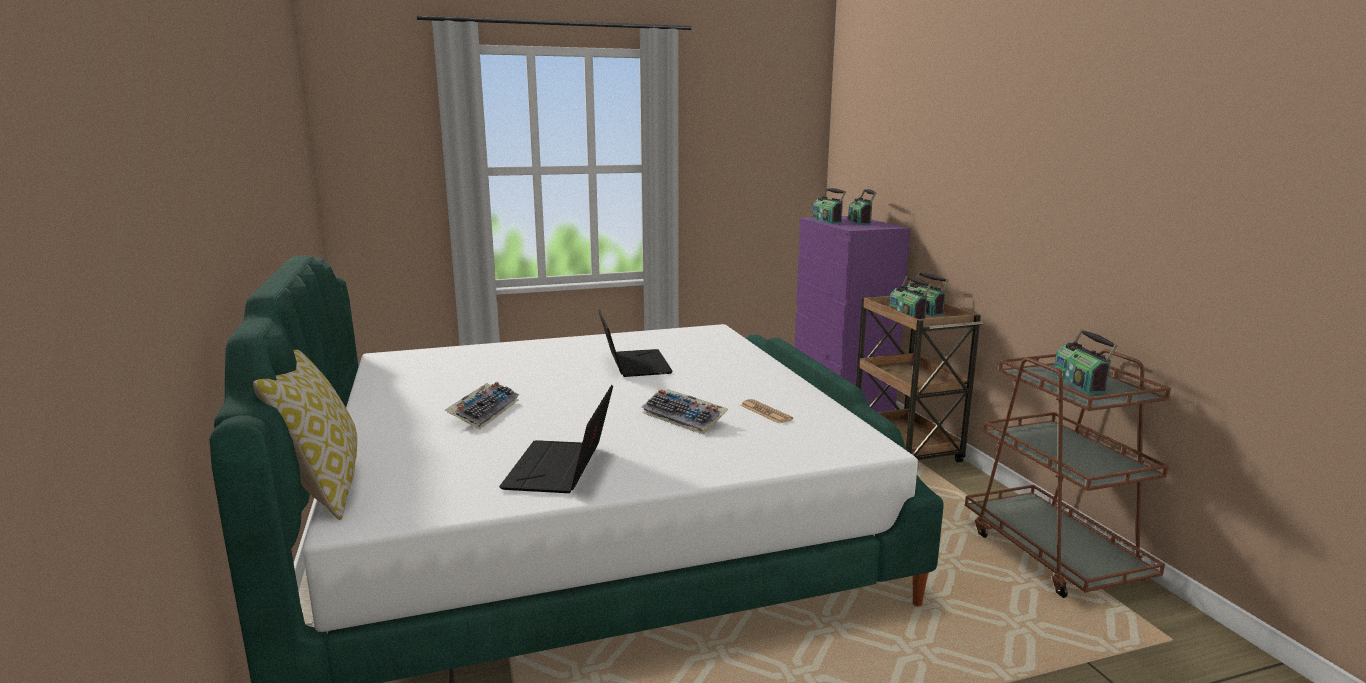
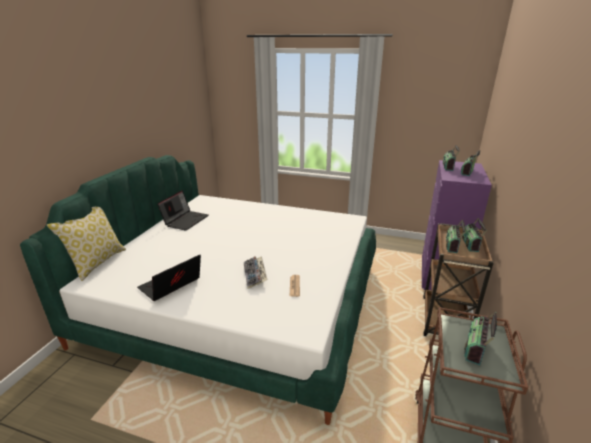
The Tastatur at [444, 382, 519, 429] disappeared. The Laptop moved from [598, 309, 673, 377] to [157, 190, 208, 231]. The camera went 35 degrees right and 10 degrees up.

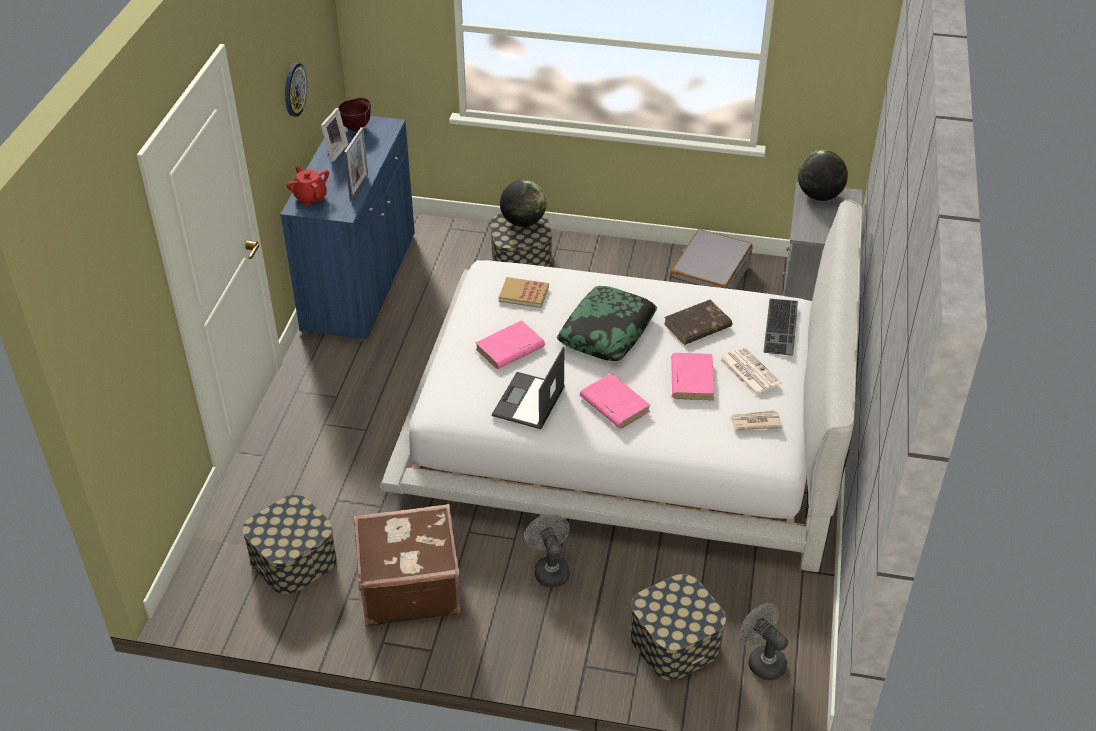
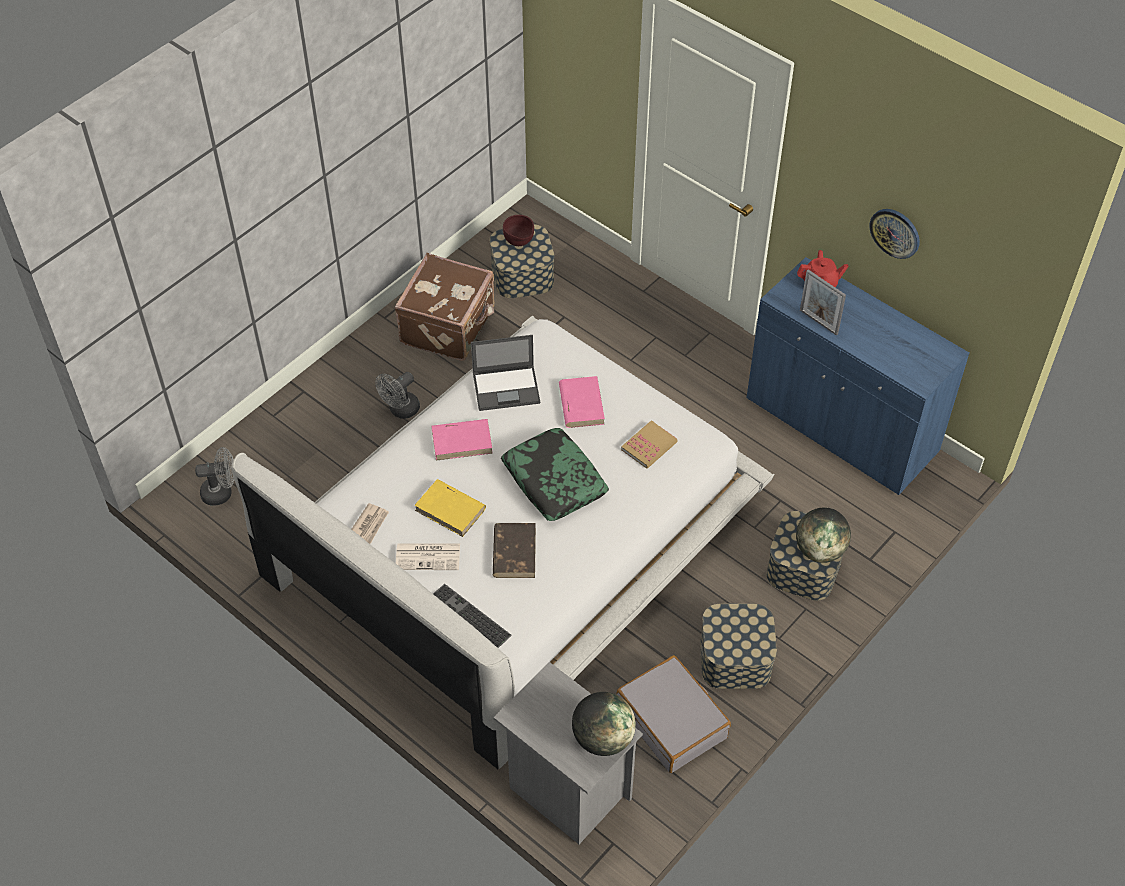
The Bilderrahmen at [321, 108, 348, 162] disappeared. The Schüssel/braun moved from [338, 97, 371, 131] to [503, 215, 534, 246]. The Aufbewahrungsbox moved from [630, 574, 726, 681] to [700, 604, 777, 689]. The Buch/rosa at [671, 353, 714, 401] became the Buch/gelb at [414, 479, 486, 537]. The Laptop at [492, 346, 565, 429] turned 120 degrees clockwise. The Ventilator/grau at [524, 514, 570, 588] turned 120 degrees clockwise. The camera went 120 degrees right and 10 degrees up.

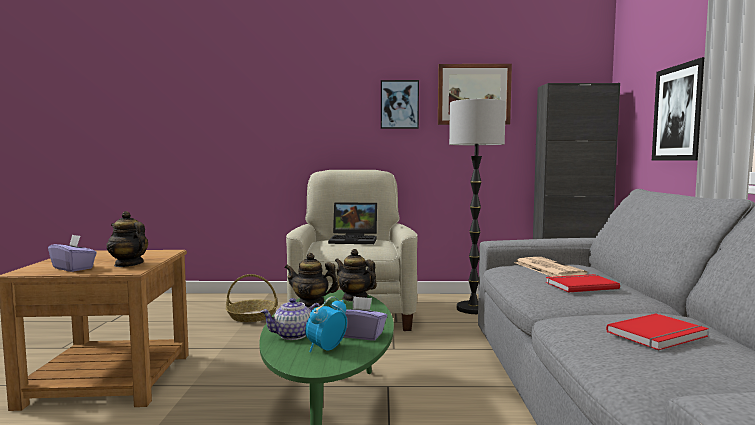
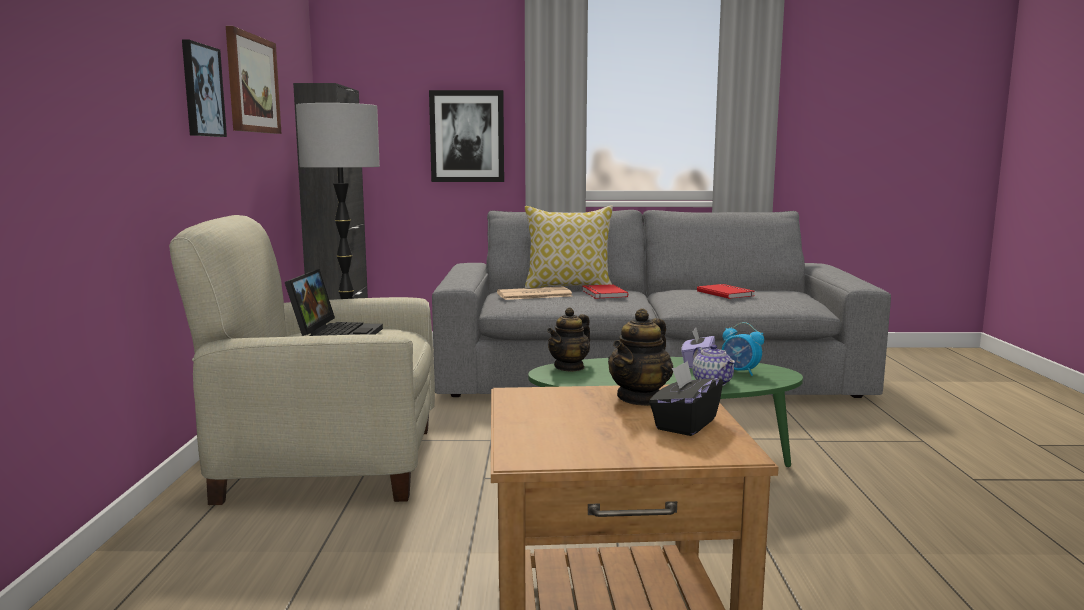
The Korb at [226, 274, 278, 322] disappeared. The Teekanne at [284, 253, 339, 308] disappeared. The Kissen at [525, 205, 613, 288] appeared. The Taschentuchbox/lila at [48, 234, 97, 272] became the Taschentuchbox/schwarz at [649, 361, 723, 436]. The camera went 90 degrees left and 5 degrees up.

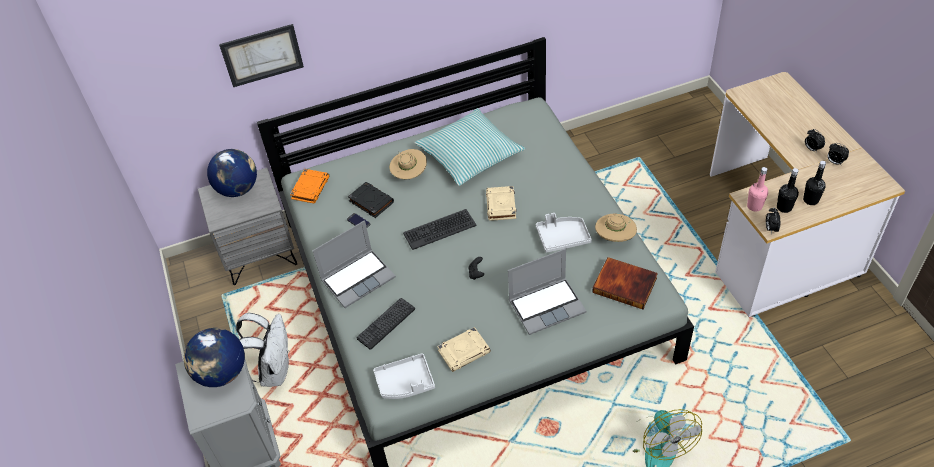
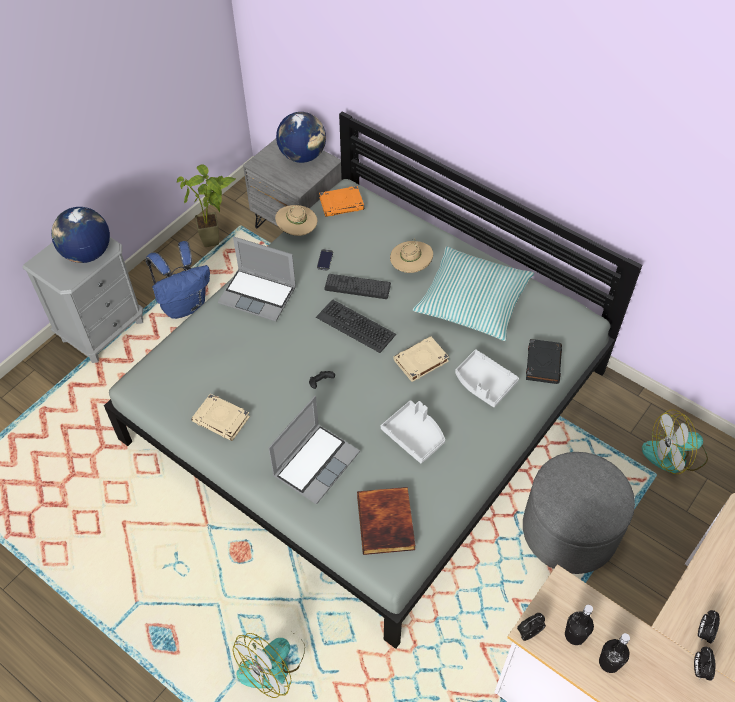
The Bild at [219, 24, 304, 87] disappeared. The Flasche/rosa at [747, 167, 768, 212] disappeared. The Topfpflanze at [177, 164, 236, 247] appeared. The Polsterhocker/grau at [523, 452, 635, 574] appeared. The Ventilator at [641, 410, 708, 474] appeared. The Buch/schwarz moved from [348, 182, 394, 218] to [526, 339, 562, 384]. The Tastatur moved from [357, 298, 415, 350] to [324, 274, 391, 299]. The Tablett/grau moved from [373, 353, 435, 399] to [455, 349, 519, 407]. The Hut/beige moved from [595, 214, 637, 242] to [275, 205, 317, 236]. The Rucksack/weiß at [236, 313, 289, 387] became the Rucksack/blau at [145, 241, 210, 319]. The Laptop at [508, 248, 586, 335] turned 90 degrees counterclockwise. The camera went 55 degrees right and 5 degrees up.

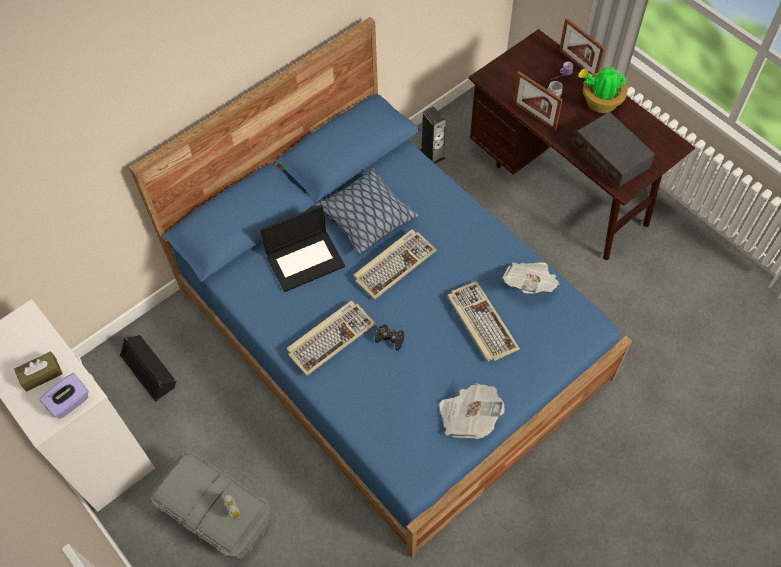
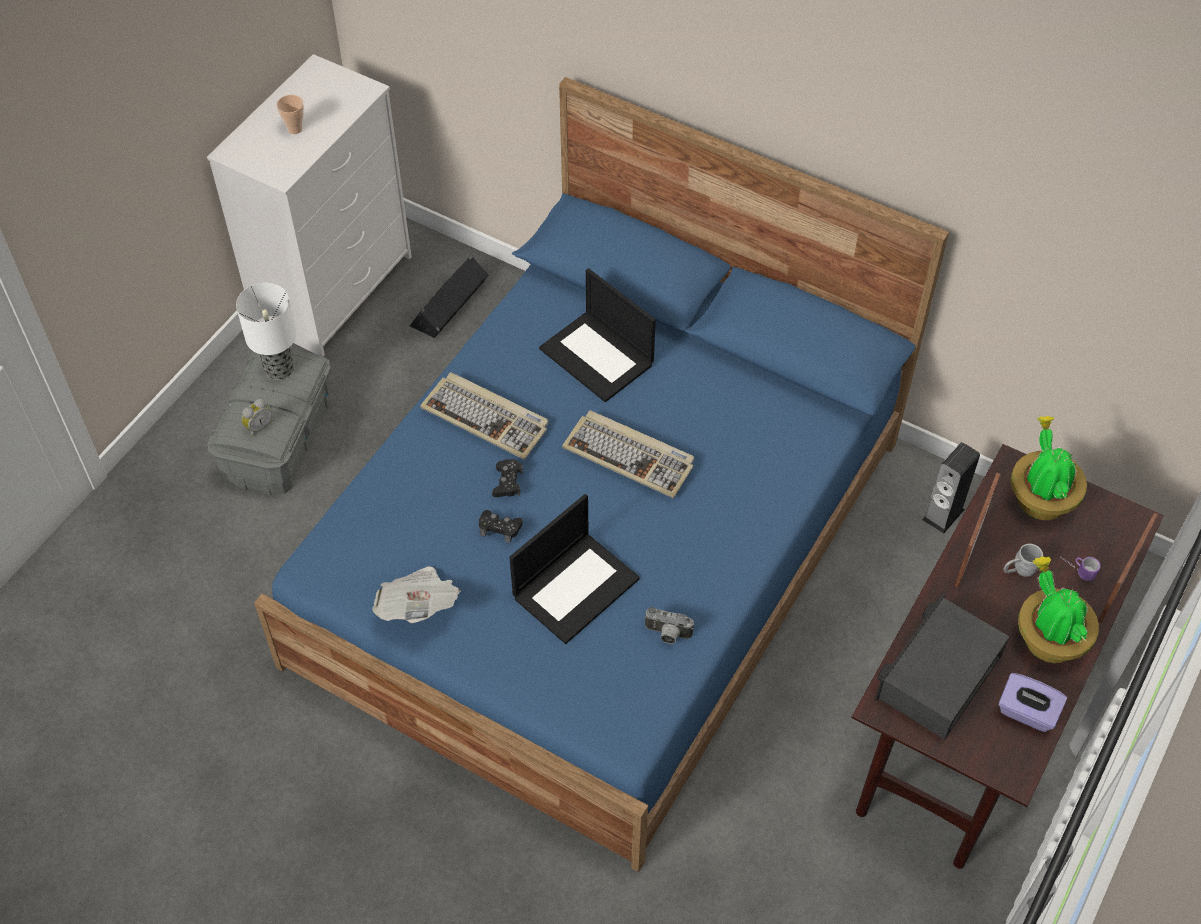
The Kissen at [314, 168, 419, 255] disappeared. The Tischlampe at [236, 283, 297, 380] appeared. The Gamepad/schwarz at [479, 510, 523, 543] appeared. The Topfpflanze at [1011, 416, 1087, 520] appeared. The Taschentuchbox/lila moved from [40, 373, 89, 418] to [999, 673, 1067, 732]. The Taschentuchbox/braun at [14, 351, 63, 392] was replaced by the Tasse at [277, 95, 304, 134]. The Tastatur at [447, 281, 520, 362] was replaced by the Laptop at [509, 494, 640, 644]. The Zeitung at [503, 262, 560, 294] was replaced by the Kamera at [644, 607, 694, 644]. The camera went 70 degrees right and 5 degrees down.

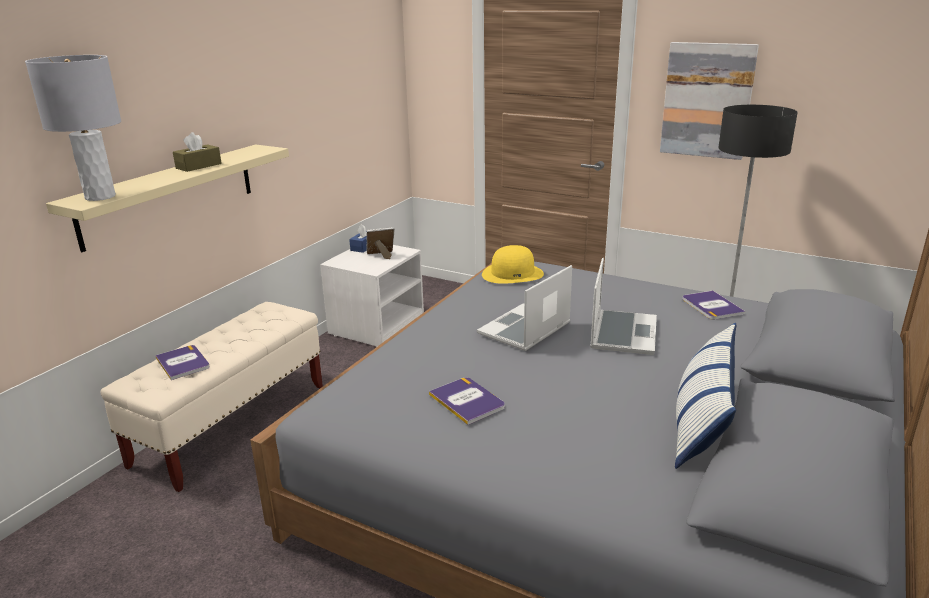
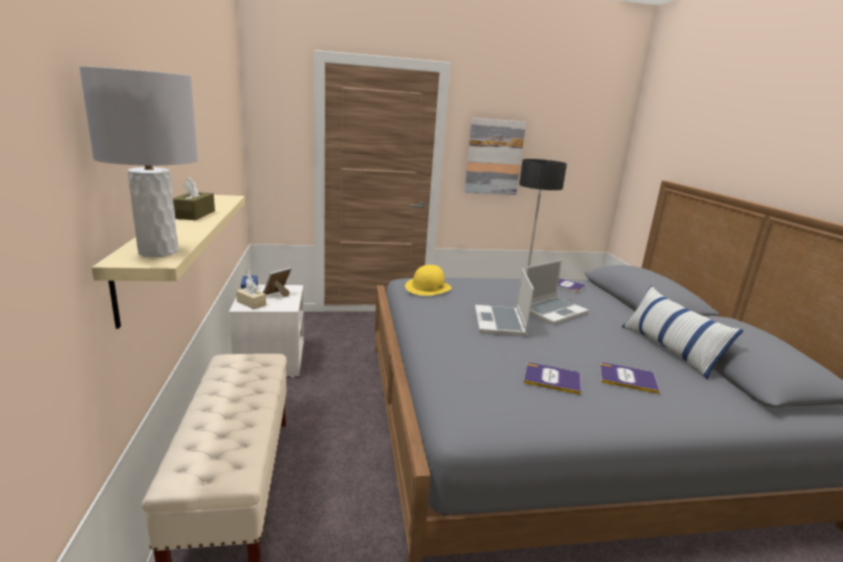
The Taschentuchbox/beige at [236, 281, 266, 309] appeared. The Buch moved from [155, 345, 210, 380] to [600, 363, 660, 394]. The Laptop at [590, 258, 657, 355] turned 75 degrees clockwise. The camera went 40 degrees left and 5 degrees down.

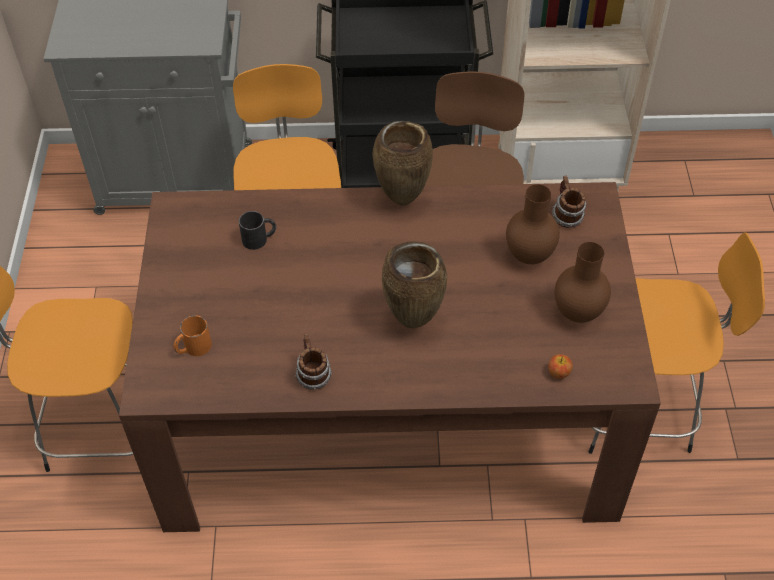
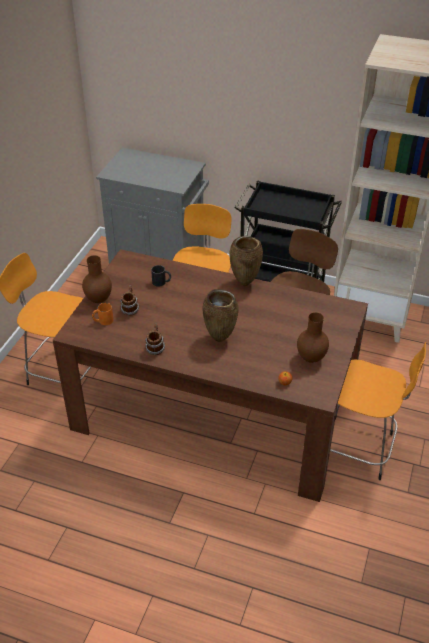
The Vase/braun moved from [506, 184, 560, 264] to [82, 255, 112, 303]. The Henkelbecher moved from [552, 176, 587, 228] to [120, 285, 139, 316]. The camera went 20 degrees right and 10 degrees down.

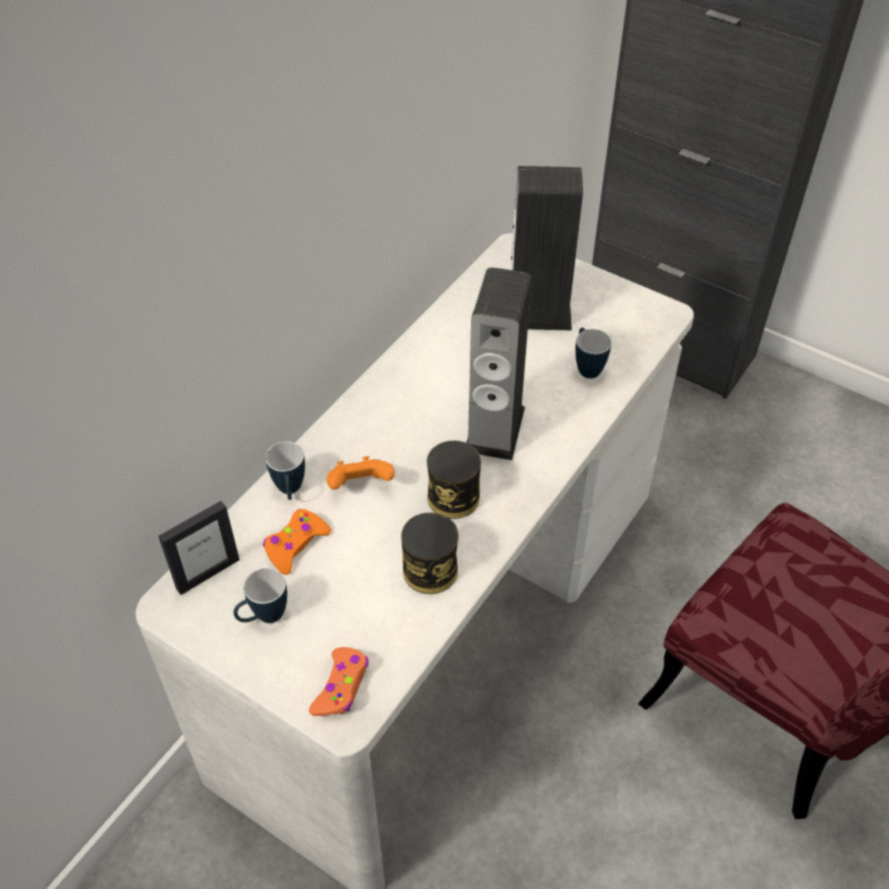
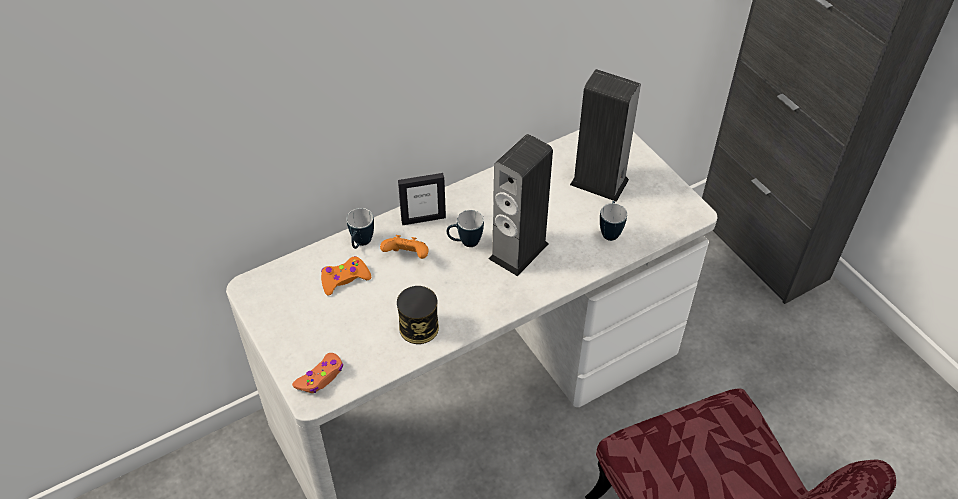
The Dose at [427, 441, 481, 519] disappeared. The Bilderrahmen moved from [158, 501, 240, 595] to [398, 173, 446, 225]. The Henkelbecher moved from [234, 568, 287, 623] to [447, 210, 484, 247]. The camera went 25 degrees right and 0 degrees up.

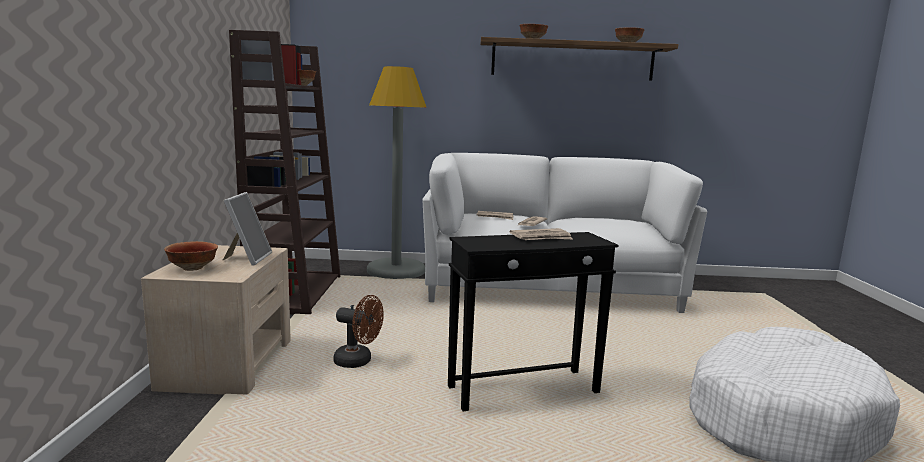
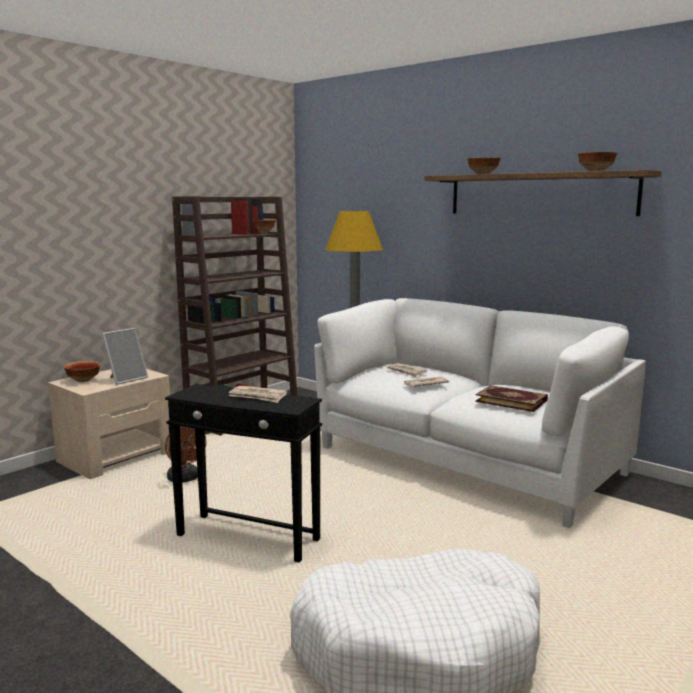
The Buch at [475, 385, 548, 412] appeared. The camera went 40 degrees right and 0 degrees up.

